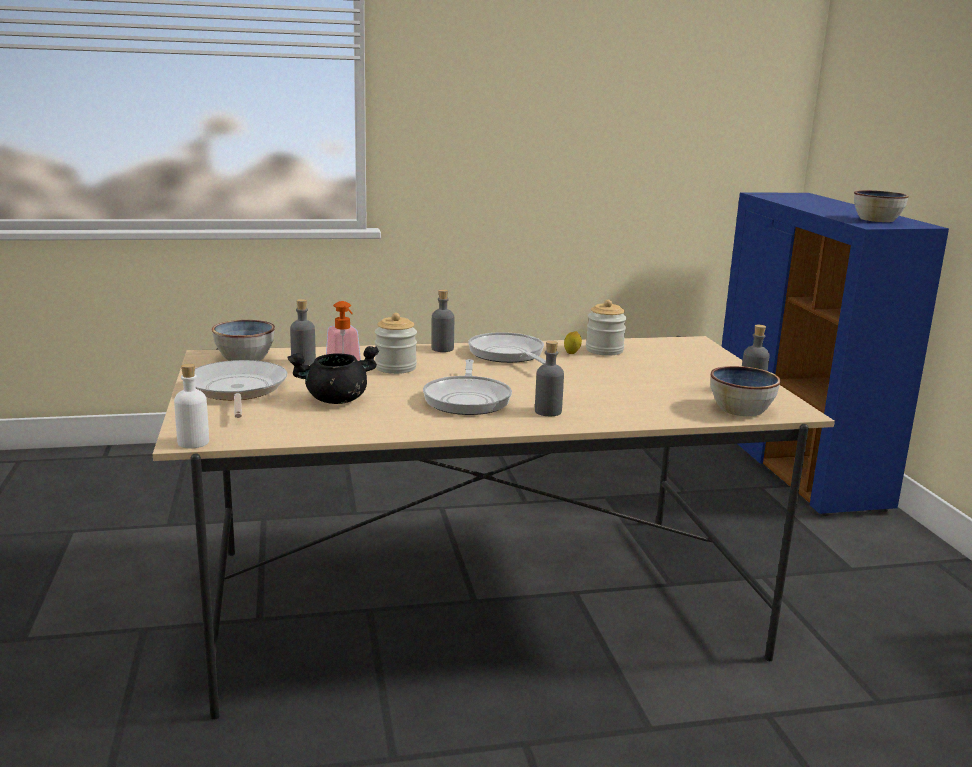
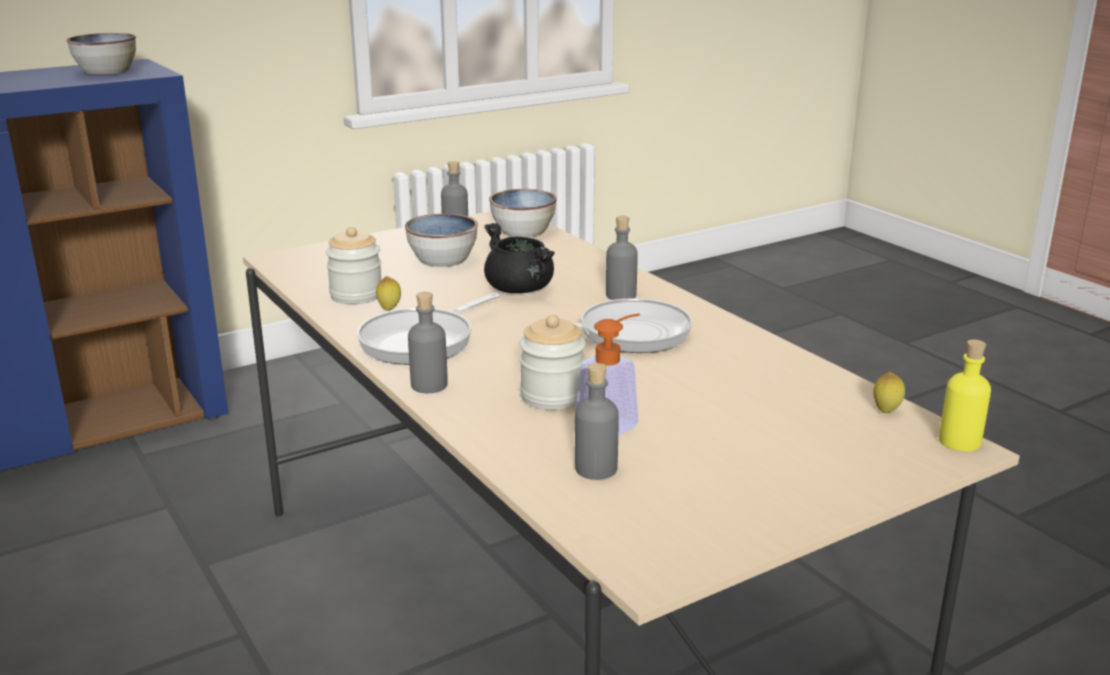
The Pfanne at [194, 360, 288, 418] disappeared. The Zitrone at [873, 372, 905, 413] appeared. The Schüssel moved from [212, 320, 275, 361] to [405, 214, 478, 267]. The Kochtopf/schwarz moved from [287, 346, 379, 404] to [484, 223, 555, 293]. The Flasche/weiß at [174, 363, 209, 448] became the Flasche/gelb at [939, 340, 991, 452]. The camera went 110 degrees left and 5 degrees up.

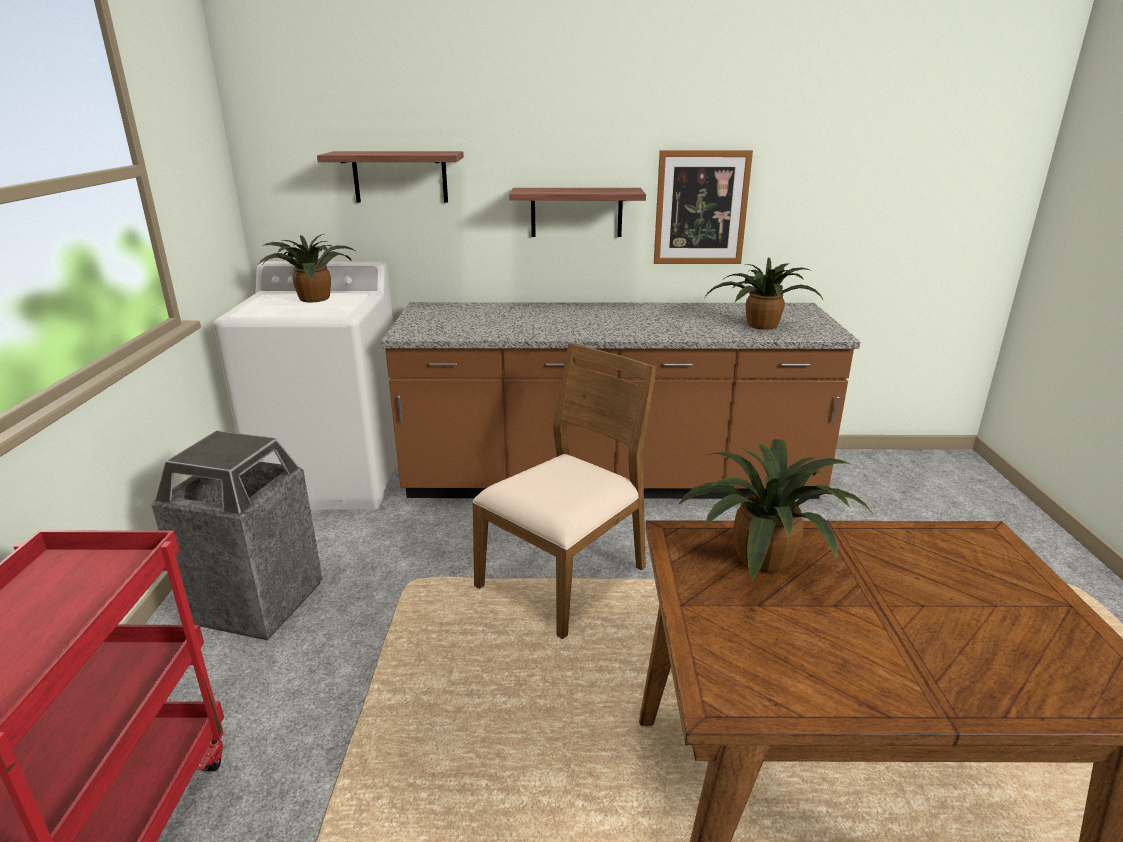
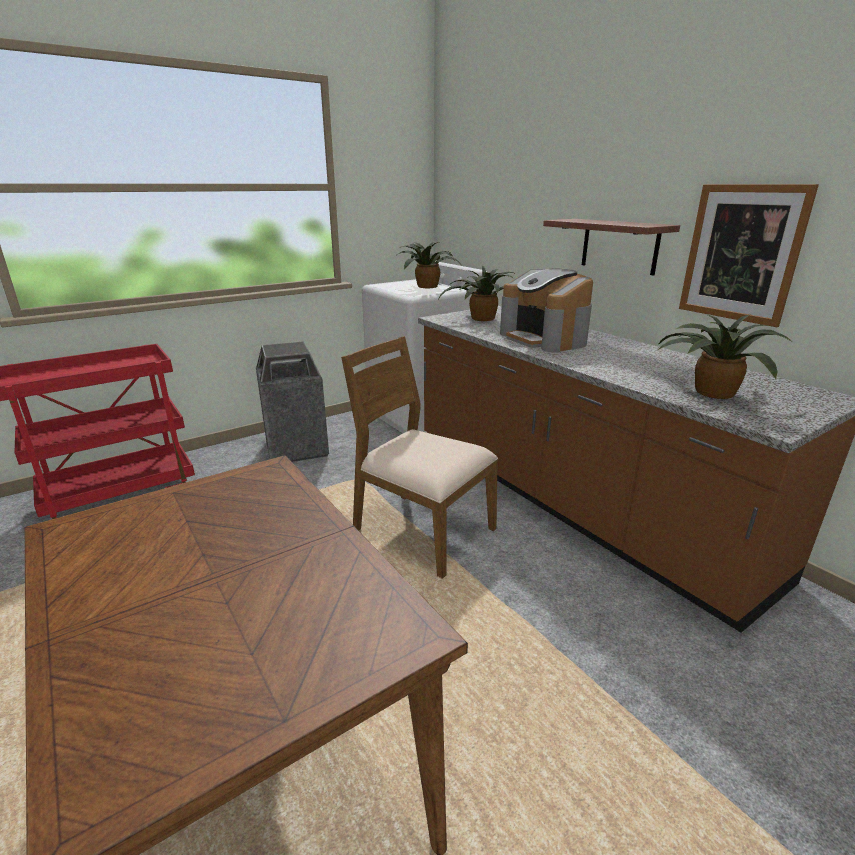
The Wandregal at [317, 151, 464, 203] disappeared. The Kaffeemaschine at [500, 268, 593, 352] appeared. The Topfpflanze moved from [678, 439, 872, 582] to [439, 265, 516, 321]. The Stuhl/braun at [472, 343, 657, 639] turned 150 degrees counterclockwise. The camera went 55 degrees right and 0 degrees up.

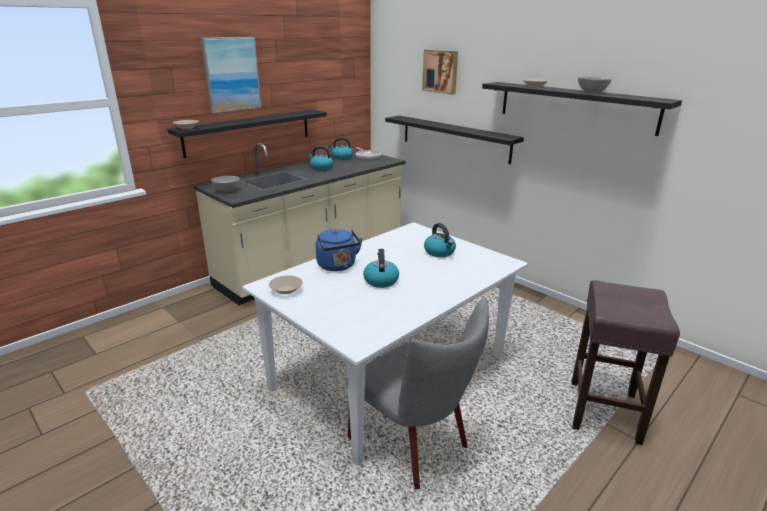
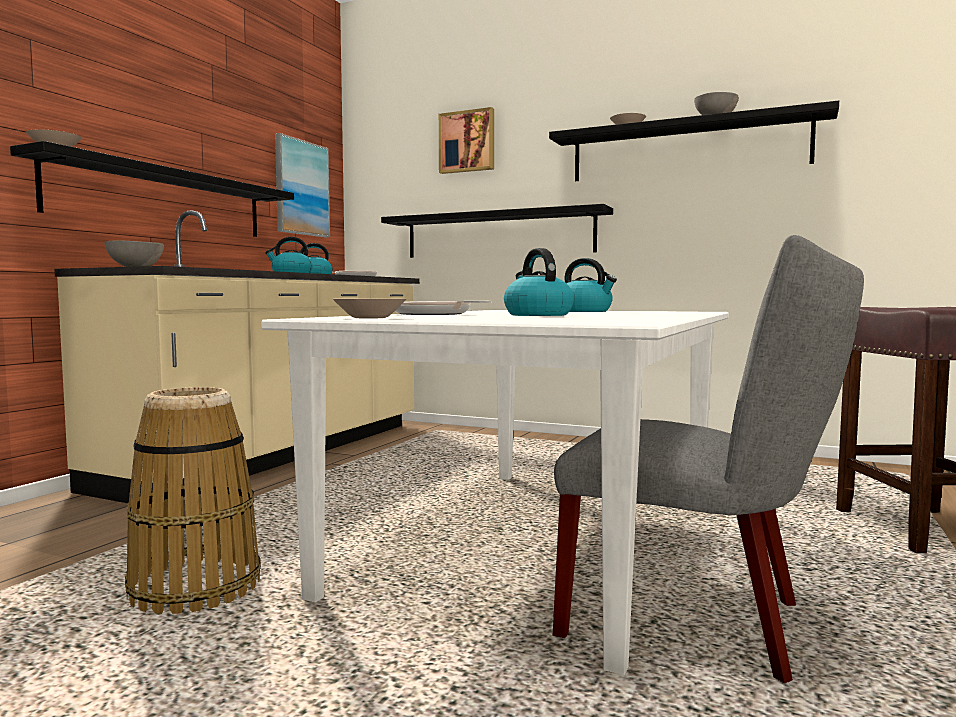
The Korb at [125, 387, 261, 614] appeared. The Bild moved from [201, 37, 261, 113] to [275, 133, 330, 237]. The Wasserkessel/blau at [315, 229, 363, 271] was replaced by the Pfanne at [395, 301, 492, 315]. The camera went 20 degrees left and 20 degrees down.

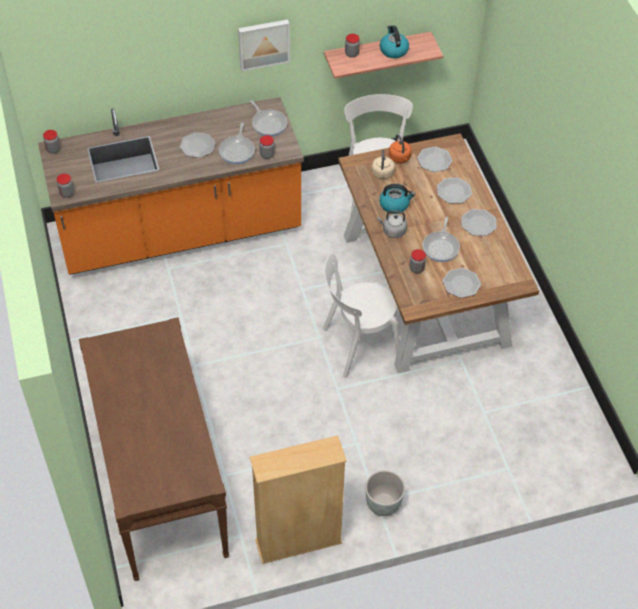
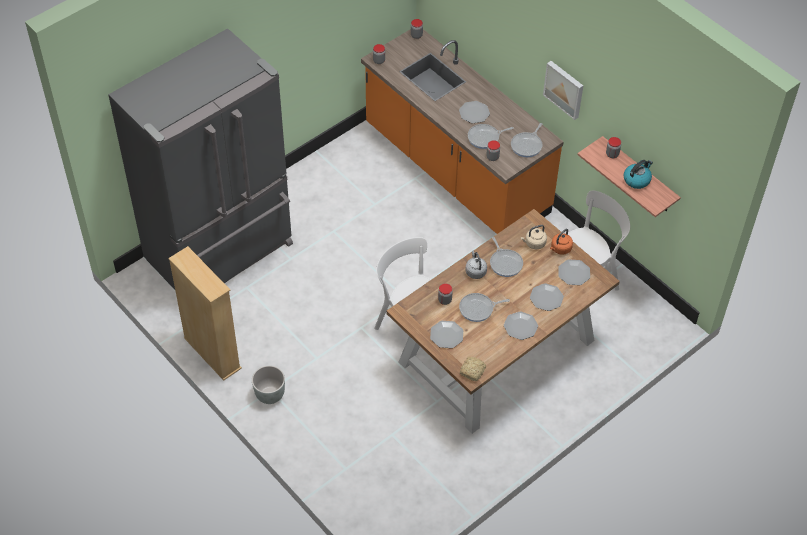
The Brot at [460, 357, 486, 381] appeared. The Konsolentisch/braun at [79, 317, 229, 581] was replaced by the Kühlschrank/grau at [108, 28, 293, 290]. The Wasserkessel at [379, 184, 415, 214] was replaced by the Pfanne at [490, 237, 523, 277]. The camera went 65 degrees right and 0 degrees up.

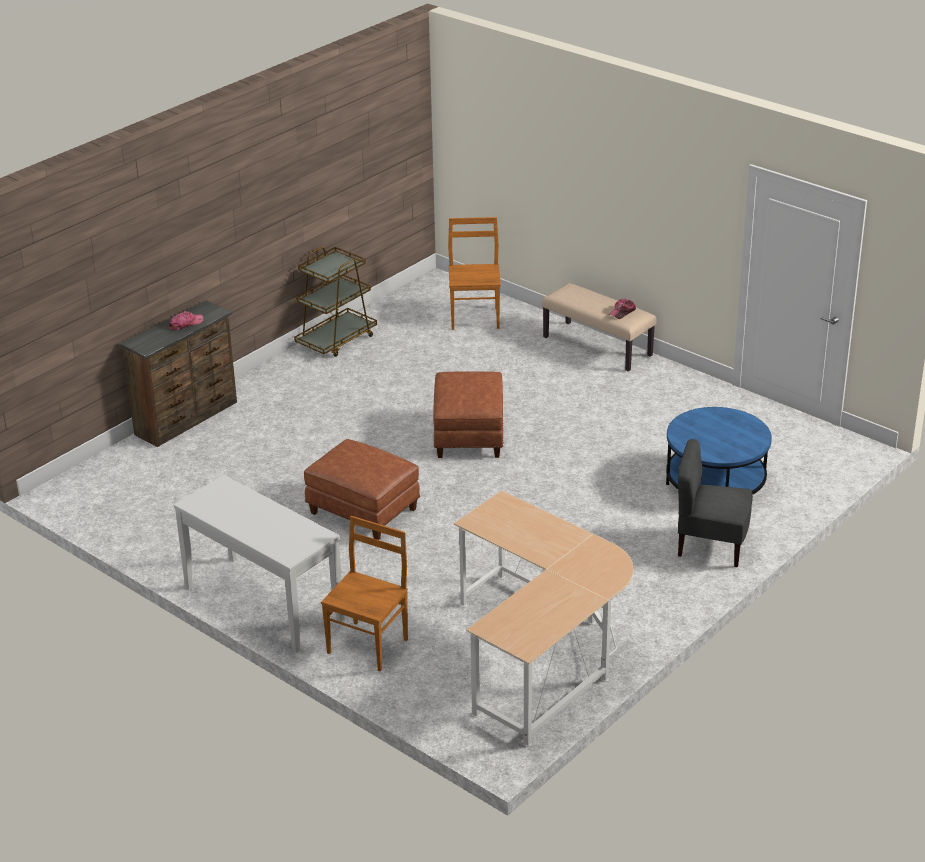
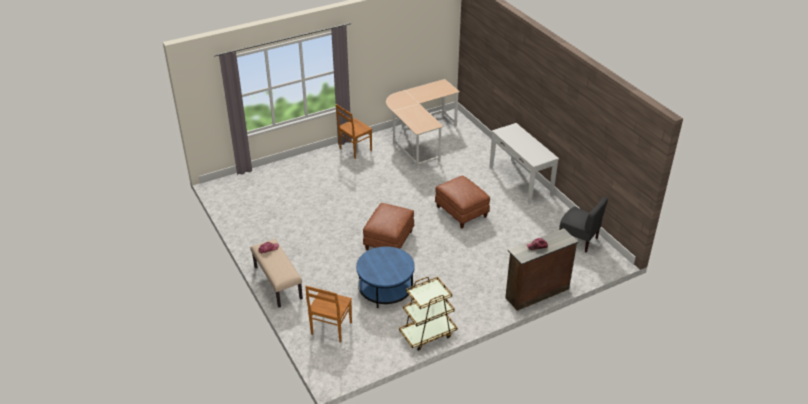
The Stuhl/braun moved from [321, 516, 408, 672] to [336, 104, 372, 159]. The Couchtisch/blau moved from [666, 407, 772, 495] to [356, 246, 415, 308]. The Stuhl/grau moved from [678, 439, 753, 567] to [559, 197, 608, 252]. The camera went 160 degrees left and 5 degrees up.

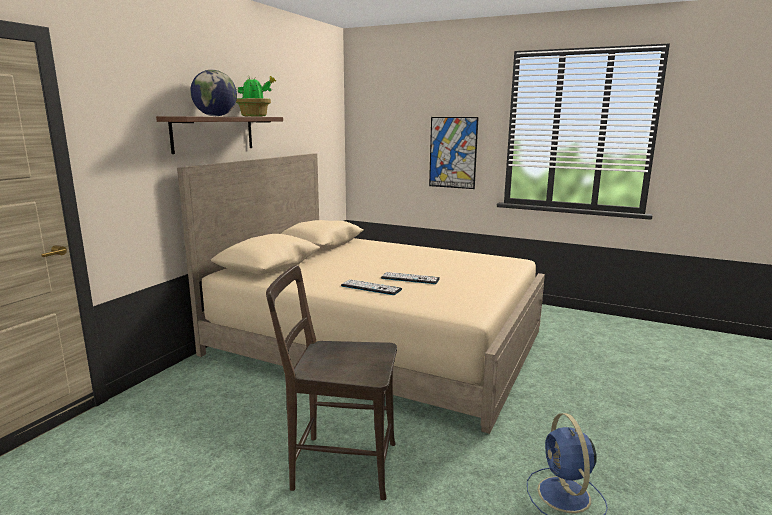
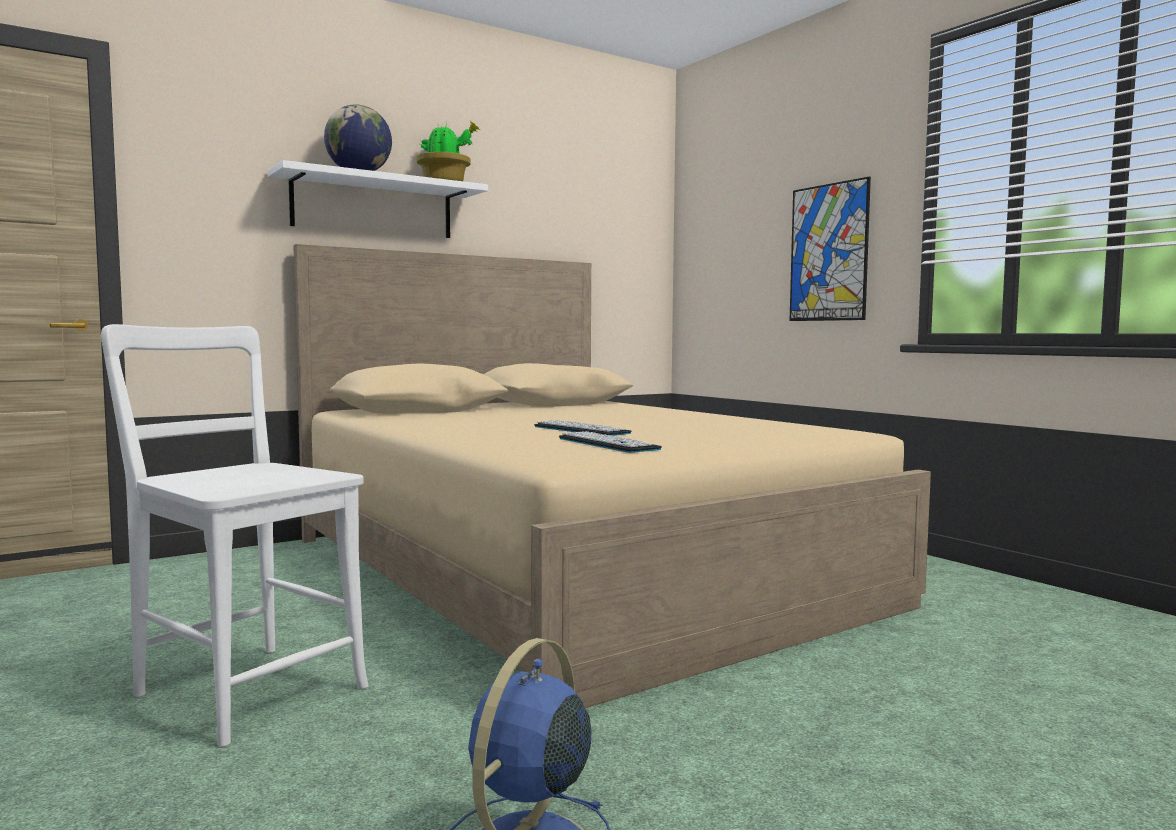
The Tastatur moved from [341, 279, 402, 295] to [559, 431, 662, 453]. The Wandregal/braun at [156, 116, 283, 154] became the Wandregal/weiß at [268, 160, 488, 238]. The Stuhl/braun at [266, 265, 397, 500] became the Stuhl/weiß at [101, 324, 368, 747]. The camera went 30 degrees right and 10 degrees down.

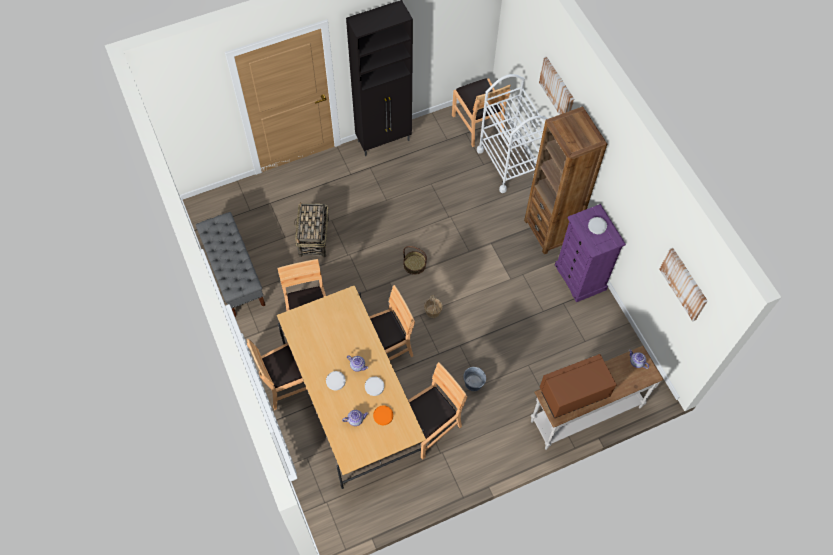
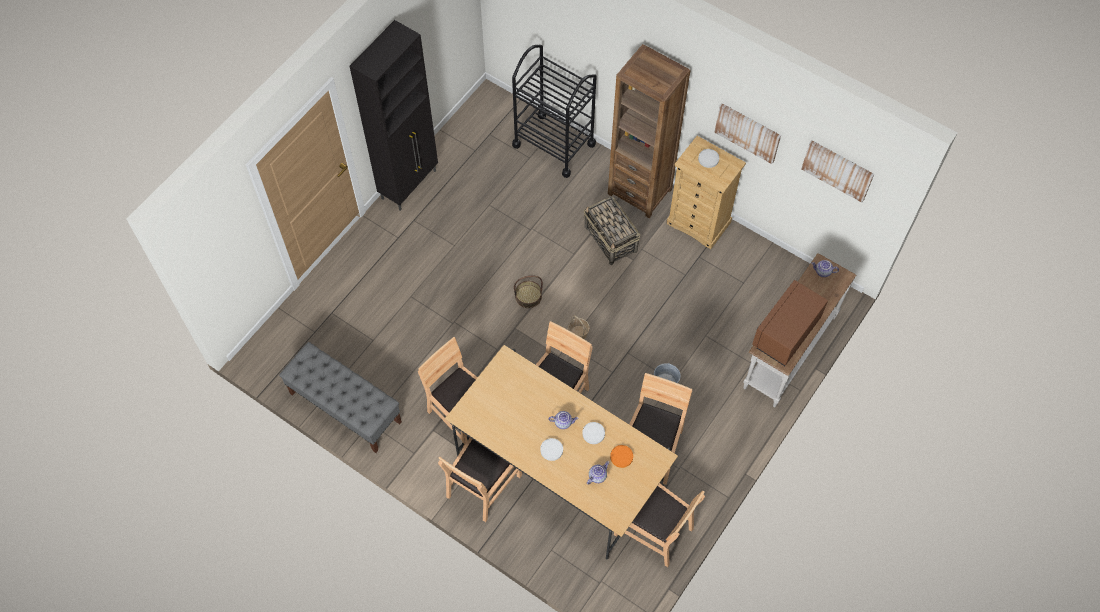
The Korb moved from [294, 202, 329, 257] to [584, 197, 640, 265]. The Stuhl/braun moved from [452, 78, 511, 147] to [614, 483, 705, 567]. The Bild moved from [539, 57, 574, 115] to [714, 103, 781, 164]. The Rollwagen/weiß at [477, 74, 549, 193] became the Rollwagen/schwarz at [512, 45, 597, 178]. The Kommode/lila at [555, 204, 626, 302] became the Kommode/beige at [666, 136, 746, 249]. The camera went 30 degrees left and 0 degrees up.

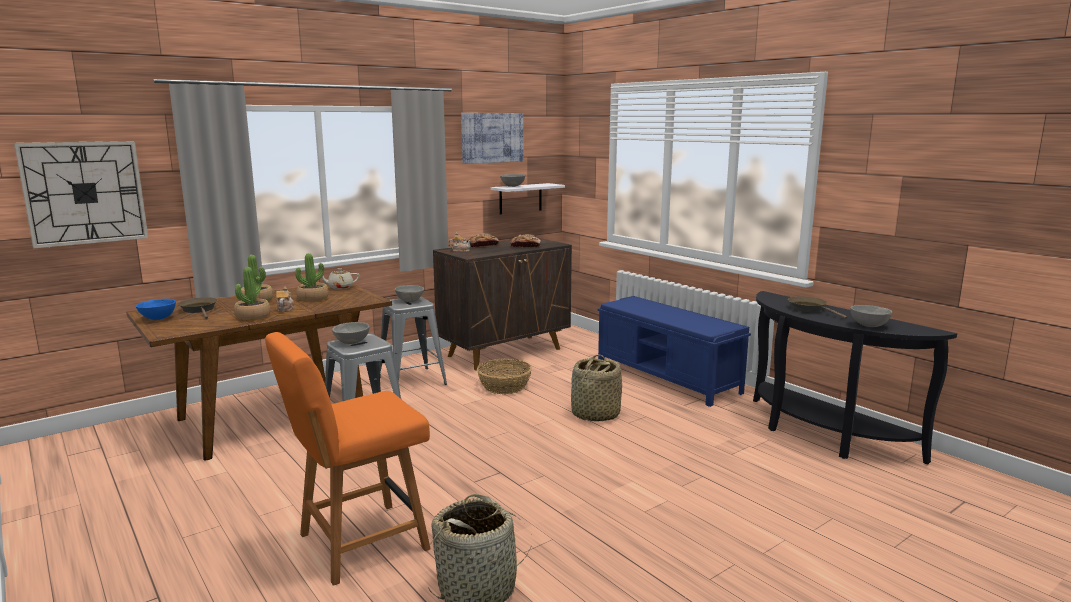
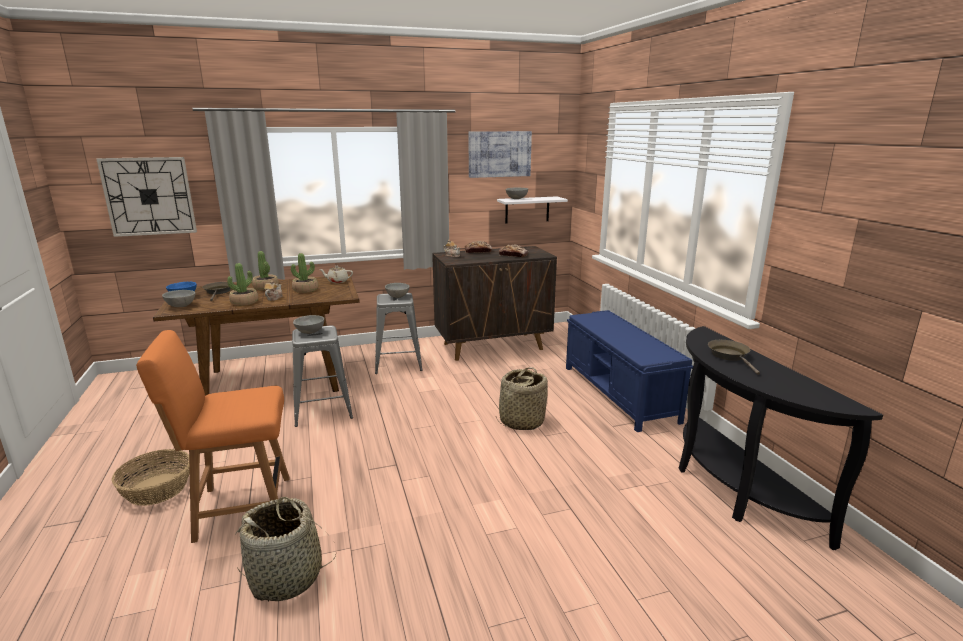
The Korb moved from [477, 359, 532, 394] to [112, 449, 190, 506]. The Schüssel/grau moved from [850, 305, 893, 327] to [162, 290, 196, 307]. The camera went 20 degrees right and 5 degrees up.

